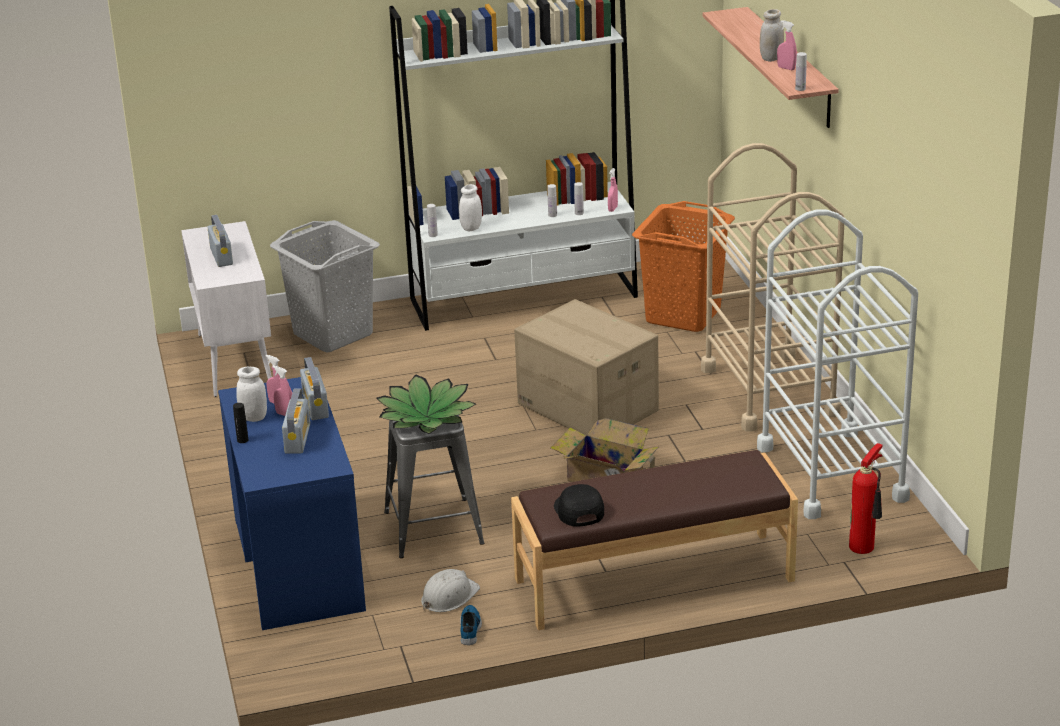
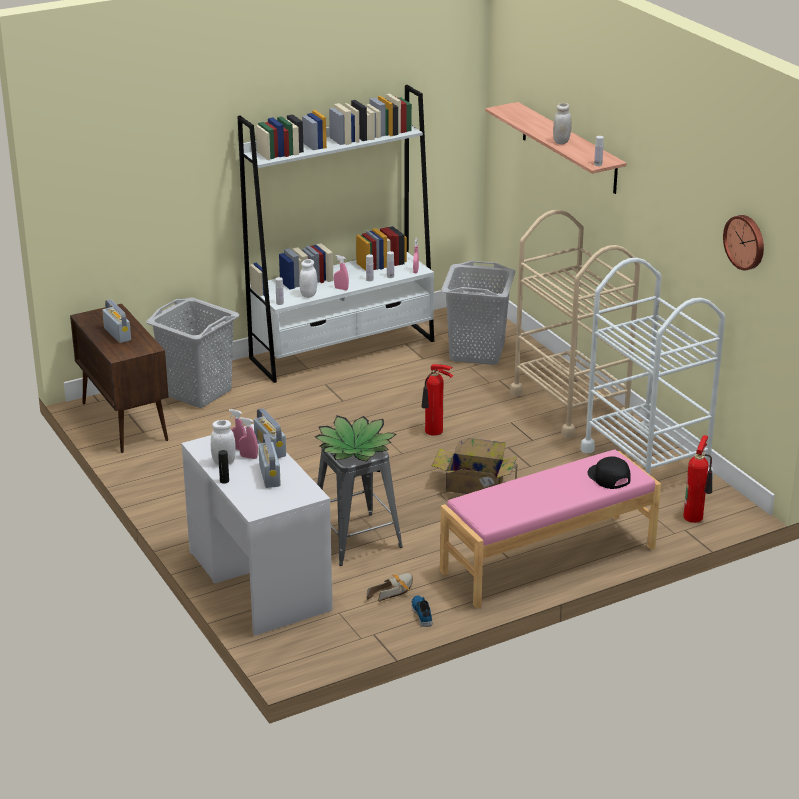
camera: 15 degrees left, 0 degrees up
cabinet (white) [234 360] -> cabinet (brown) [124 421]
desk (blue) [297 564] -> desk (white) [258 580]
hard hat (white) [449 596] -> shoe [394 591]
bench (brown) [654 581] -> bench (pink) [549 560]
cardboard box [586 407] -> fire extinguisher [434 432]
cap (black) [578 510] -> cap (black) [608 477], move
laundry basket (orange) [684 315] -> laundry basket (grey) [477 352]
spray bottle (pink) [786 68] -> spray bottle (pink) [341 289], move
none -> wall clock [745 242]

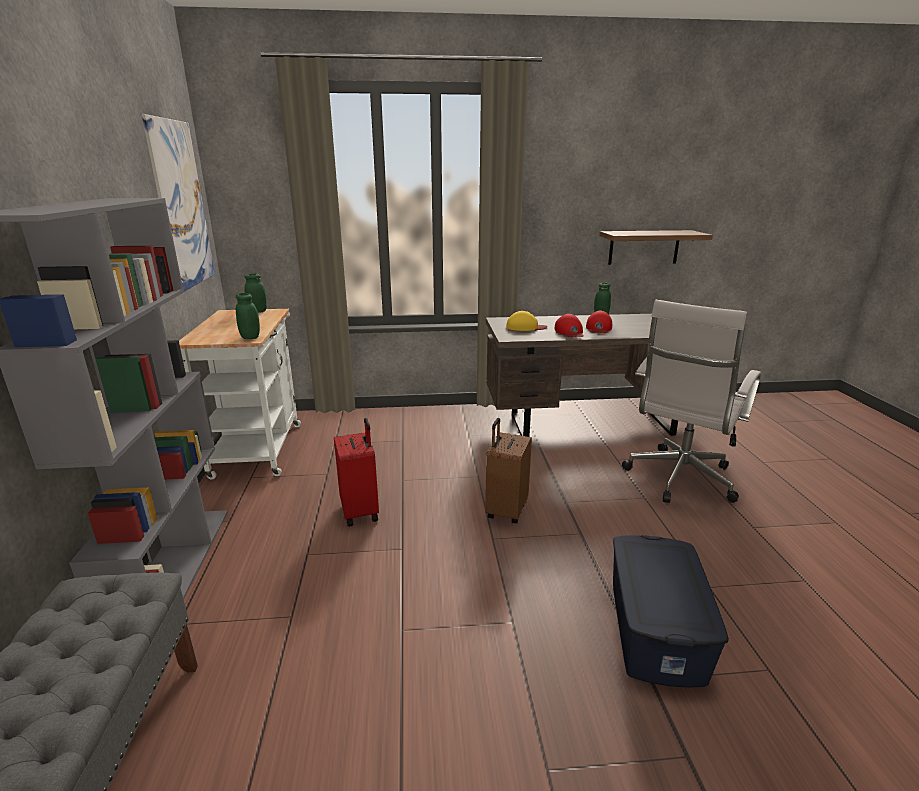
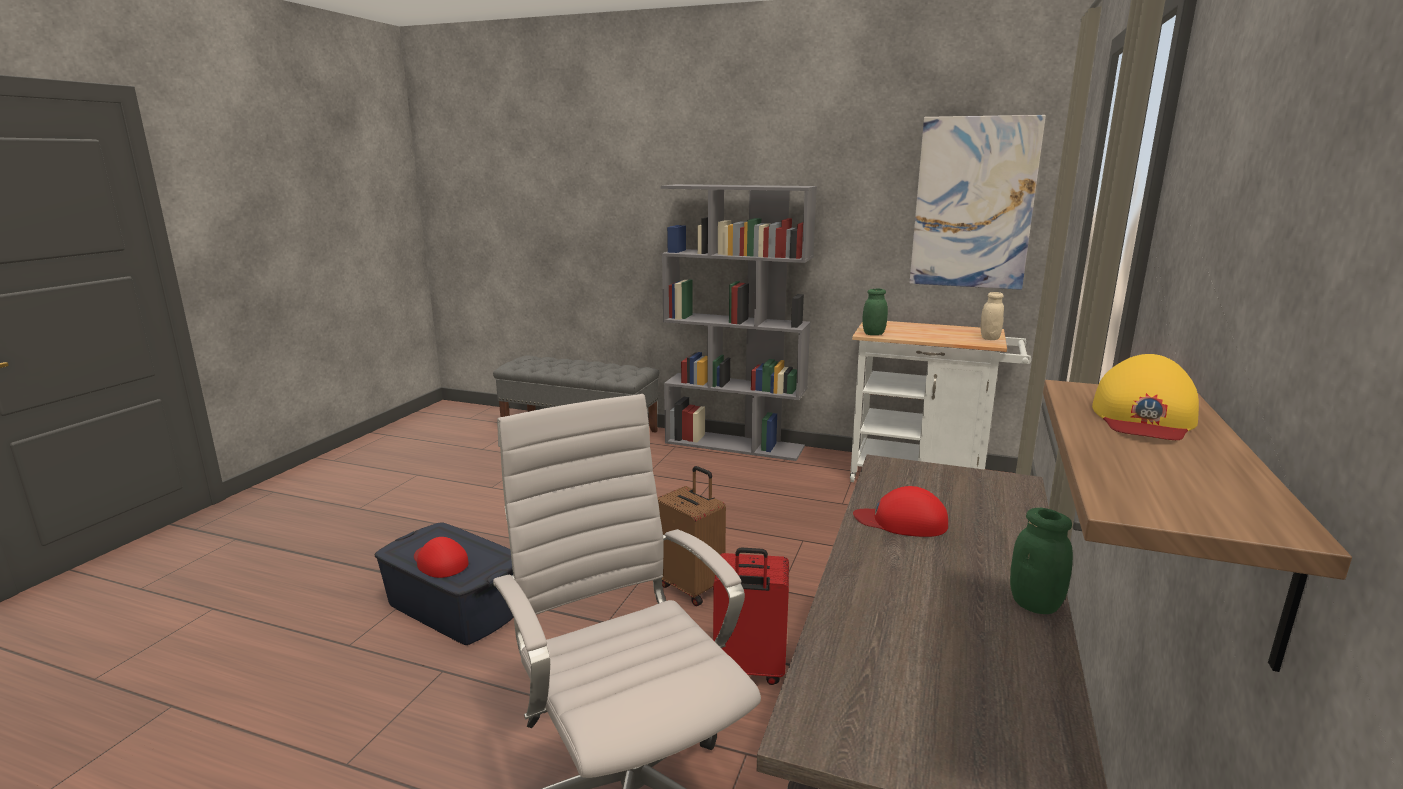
camera: 115 degrees right, 5 degrees down
jar (green) [257 311] -> jar (beige) [989 338]
suitcase (red) [361 511] -> suitcase (red) [748 670], move
cap (yellow) [525 327] -> cap (yellow) [1143 417], move
cap (red) [598 328] -> cap (red) [439 562], move

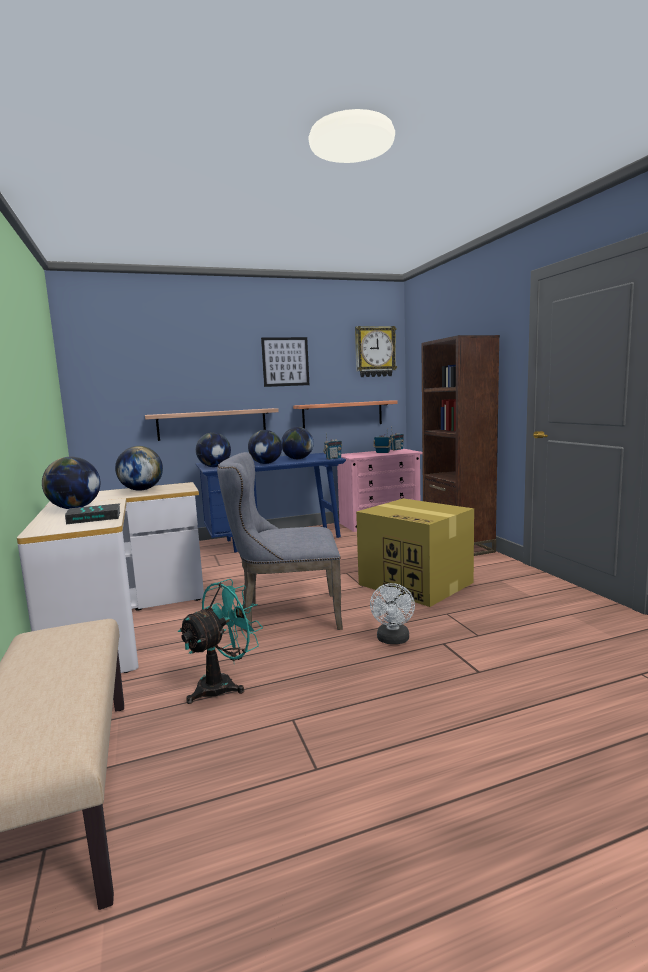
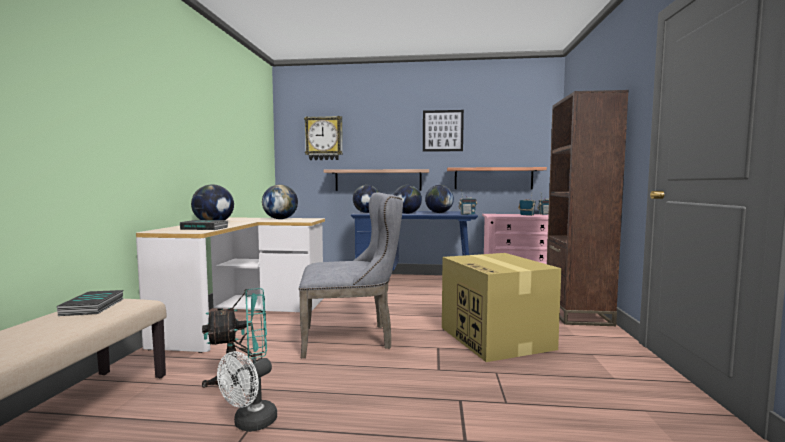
camera: 25 degrees right, 5 degrees down
chair (grey) [285 614] -> chair (grey) [352 338], 150 degrees clockwise
wall clock [375 352] -> wall clock [324 138], move
fan (white) [393 640] -> fan (white) [250 424], move
none -> book [94 307]

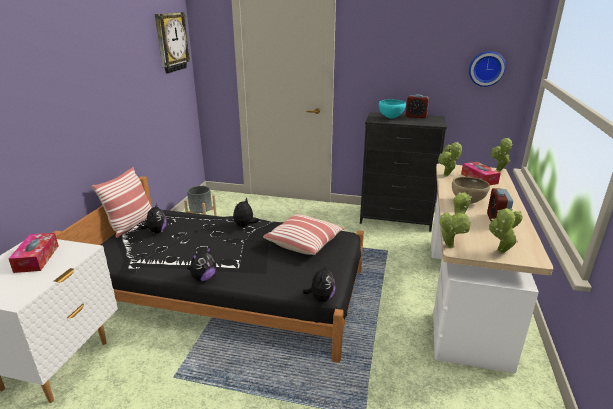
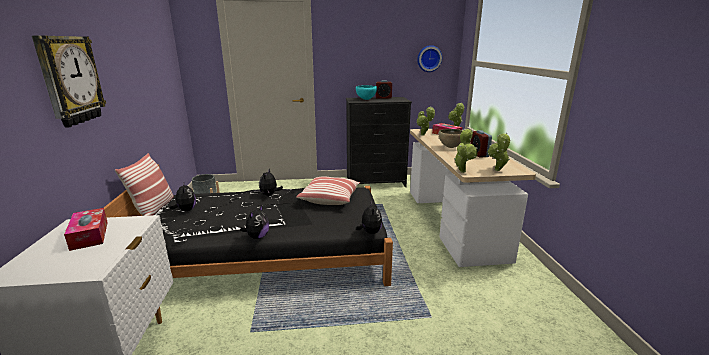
camera: 20 degrees left, 5 degrees down
wall clock [171 42] -> wall clock [70 80], move

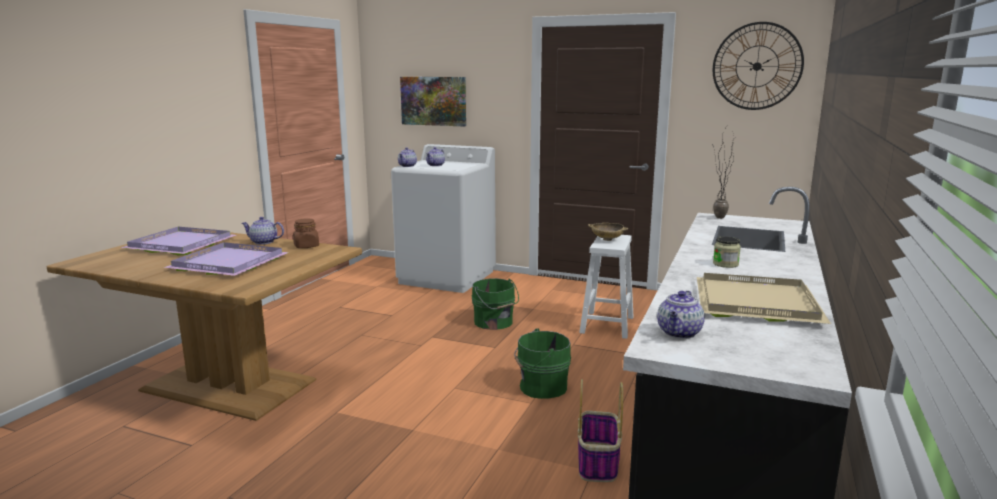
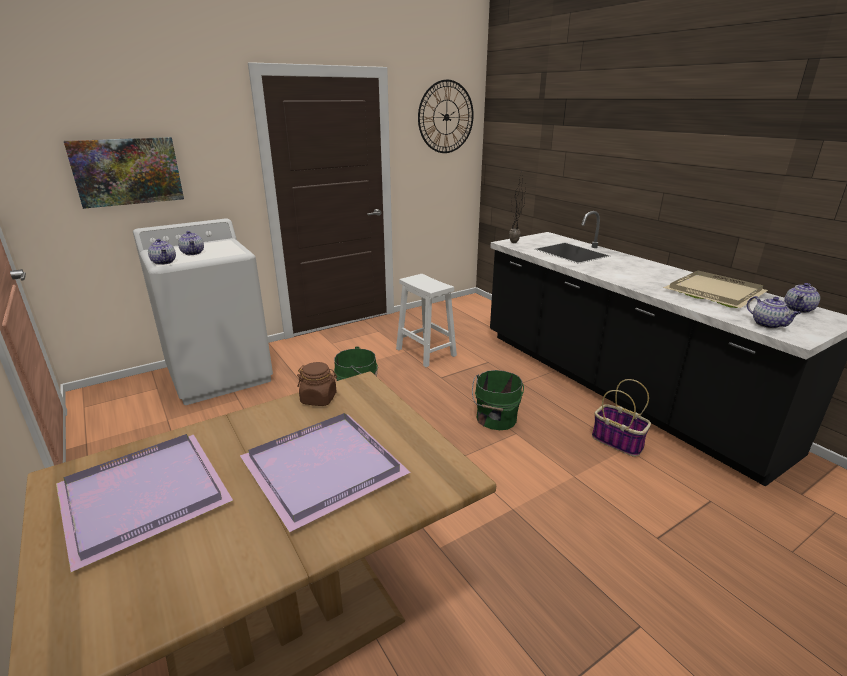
camera: 55 degrees left, 10 degrees up
teapot [263 242] -> teapot [799 309], move
bowl (beige) [607 239] -> none
jar [725 264] -> none

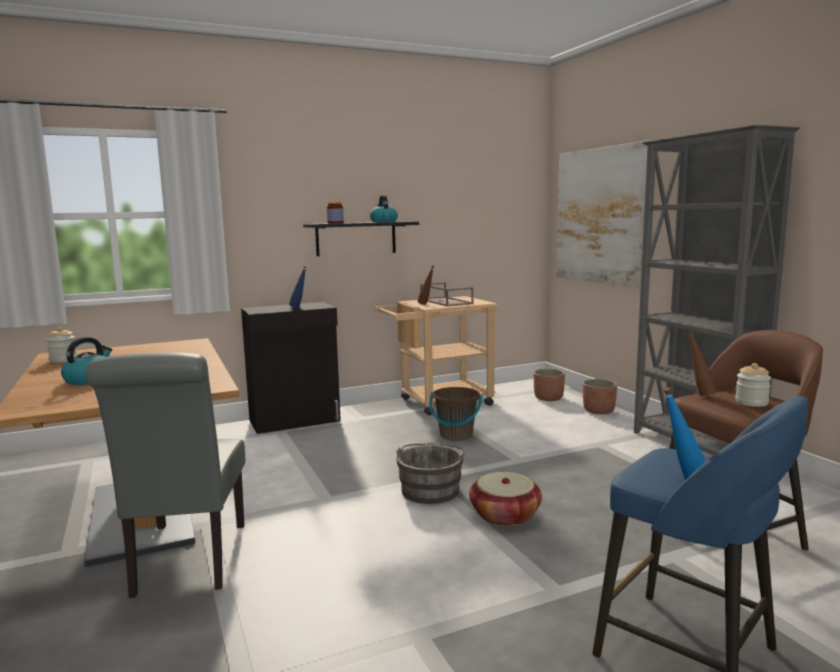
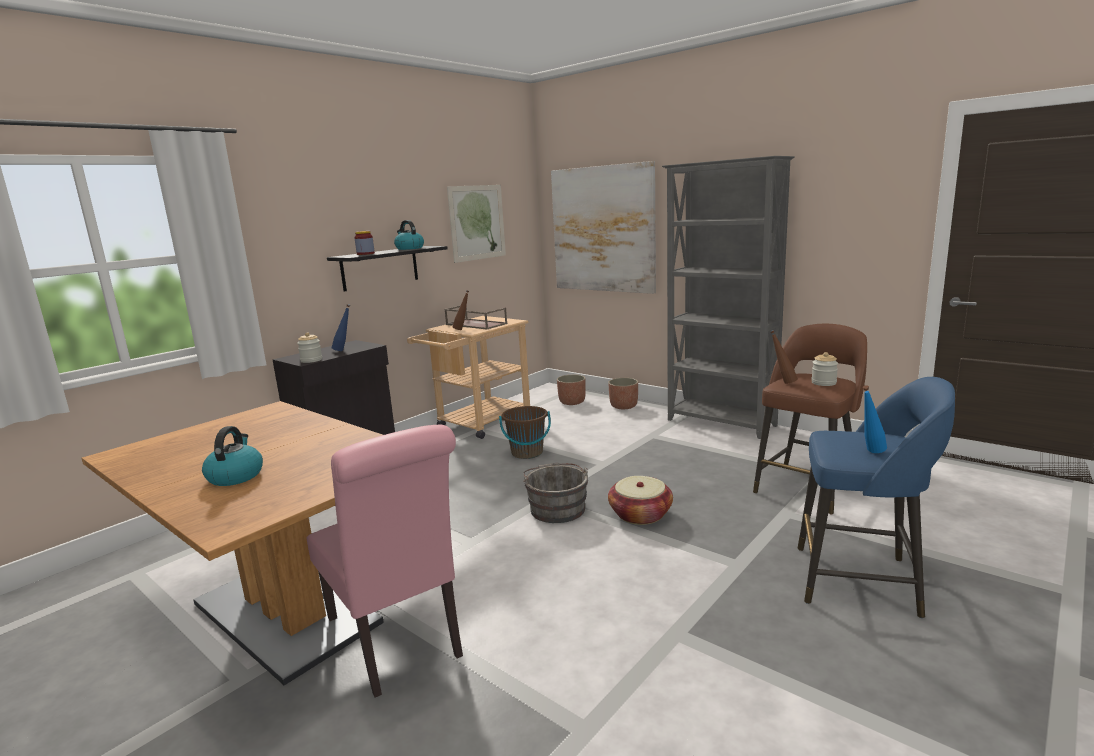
camera: 25 degrees left, 5 degrees up
jar [63 360] -> jar [311 360], move
chair (grey) [187 563] -> chair (pink) [398 643]
none -> picture [477 222]

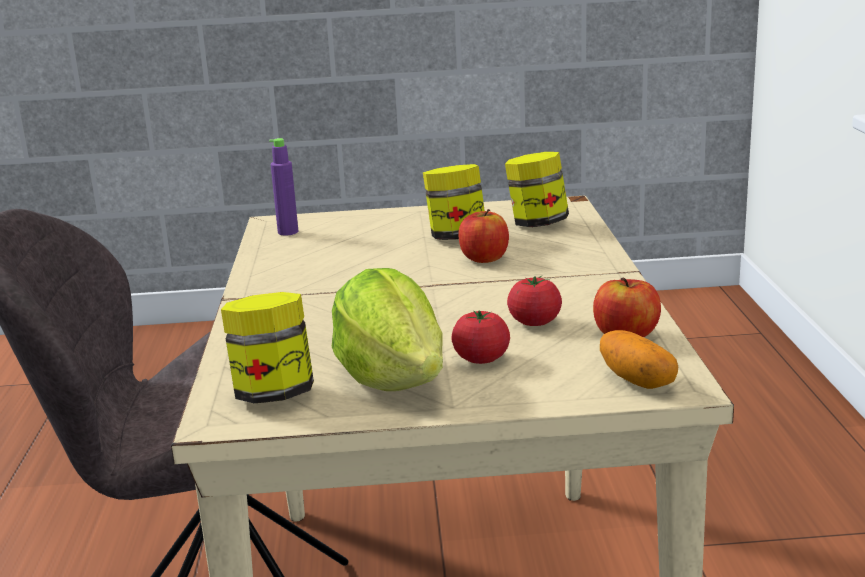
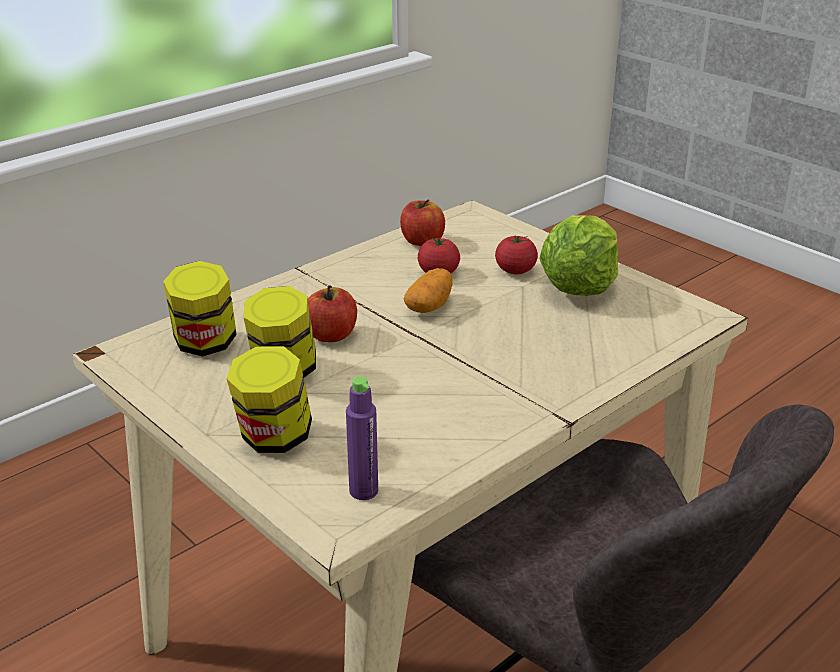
camera: 130 degrees left, 10 degrees up
jar [273 394] -> jar [274 438], move
potato [638 380] -> potato [429 306], move

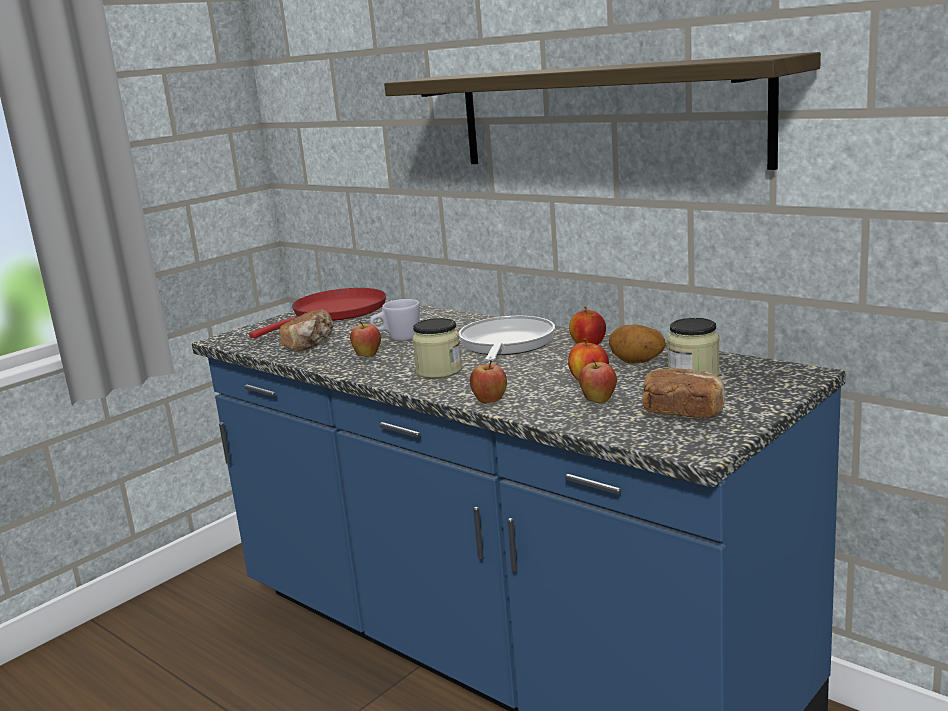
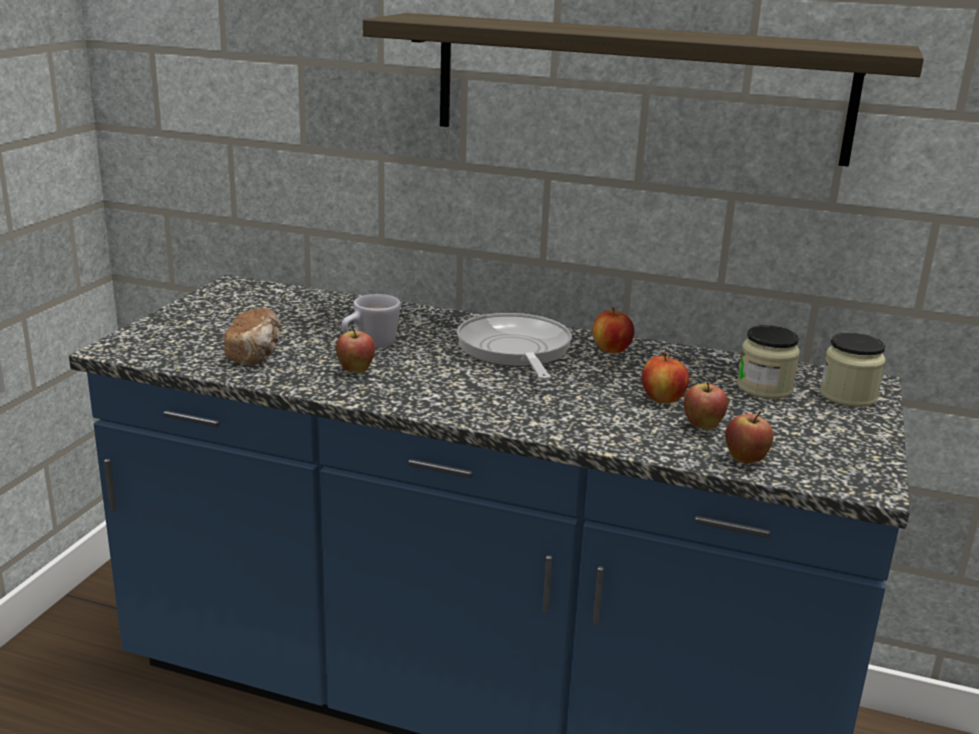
camera: 25 degrees left, 5 degrees up
frying pan (red) [335 313] -> none
jar [439 371] -> jar [848 396], move
apple [490 402] -> apple [745 461], move
potato [636 362] -> none
bread [683 412] -> none

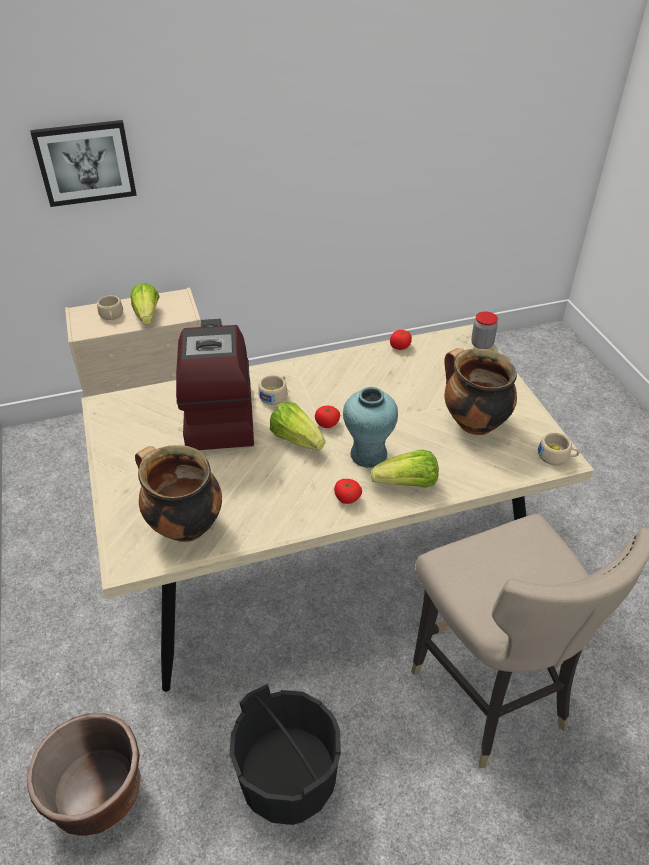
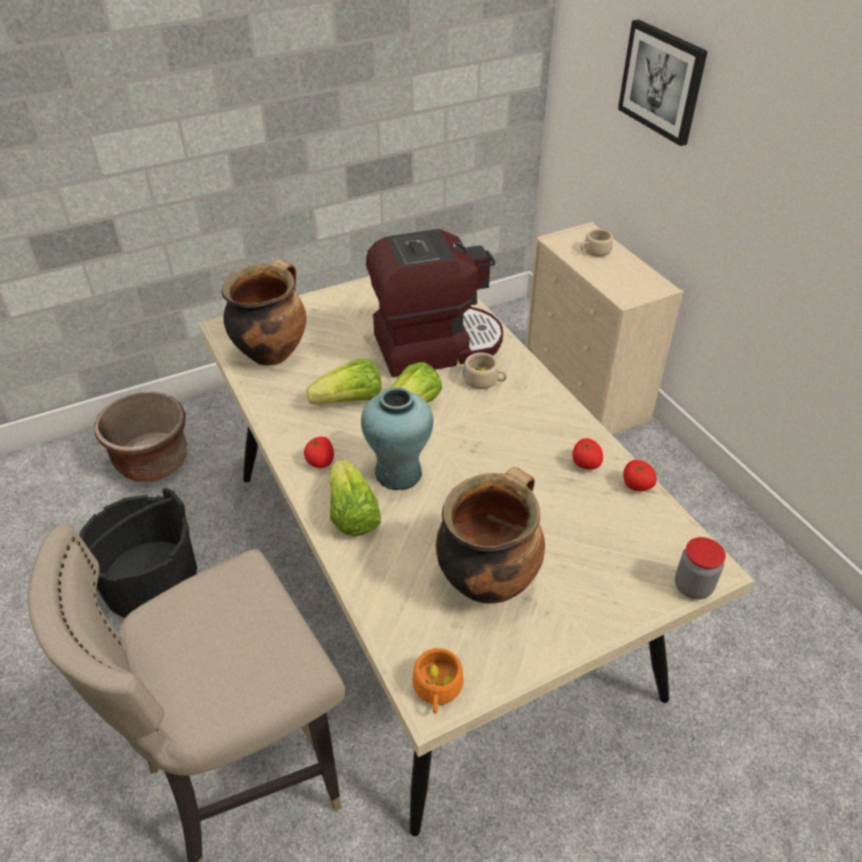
camera: 80 degrees right, 0 degrees up
lettuce [147 315] -> lettuce [350 401], move
tomato [327 424] -> tomato [585 463], move
cup (beige) [556 457] -> cup (orange) [437 690]

